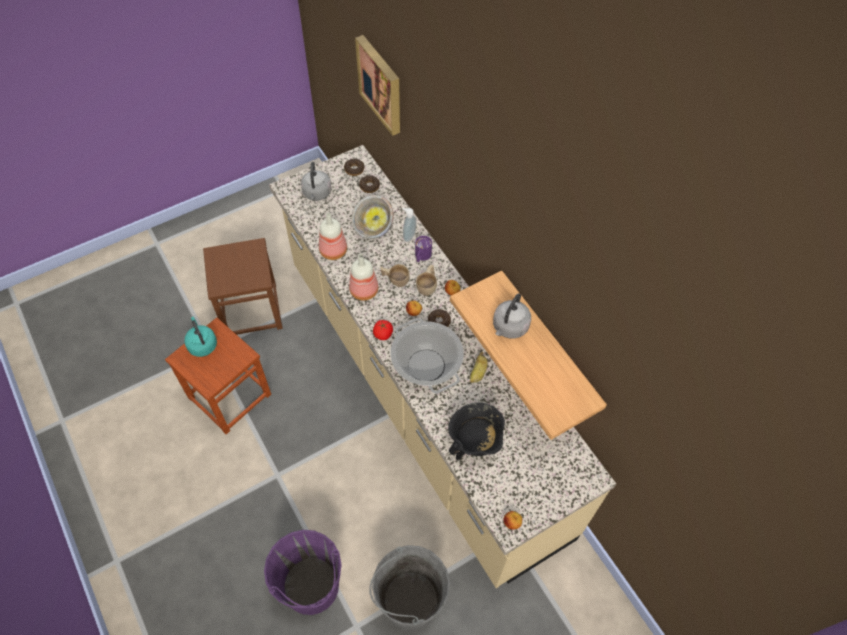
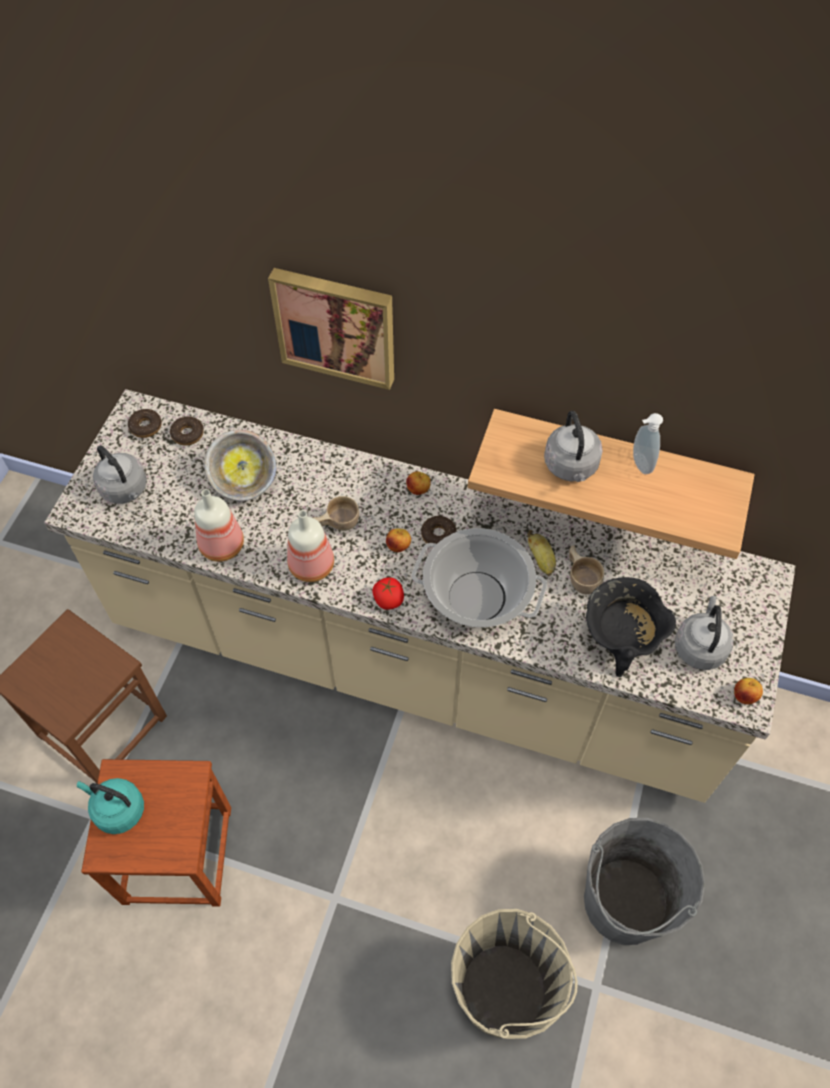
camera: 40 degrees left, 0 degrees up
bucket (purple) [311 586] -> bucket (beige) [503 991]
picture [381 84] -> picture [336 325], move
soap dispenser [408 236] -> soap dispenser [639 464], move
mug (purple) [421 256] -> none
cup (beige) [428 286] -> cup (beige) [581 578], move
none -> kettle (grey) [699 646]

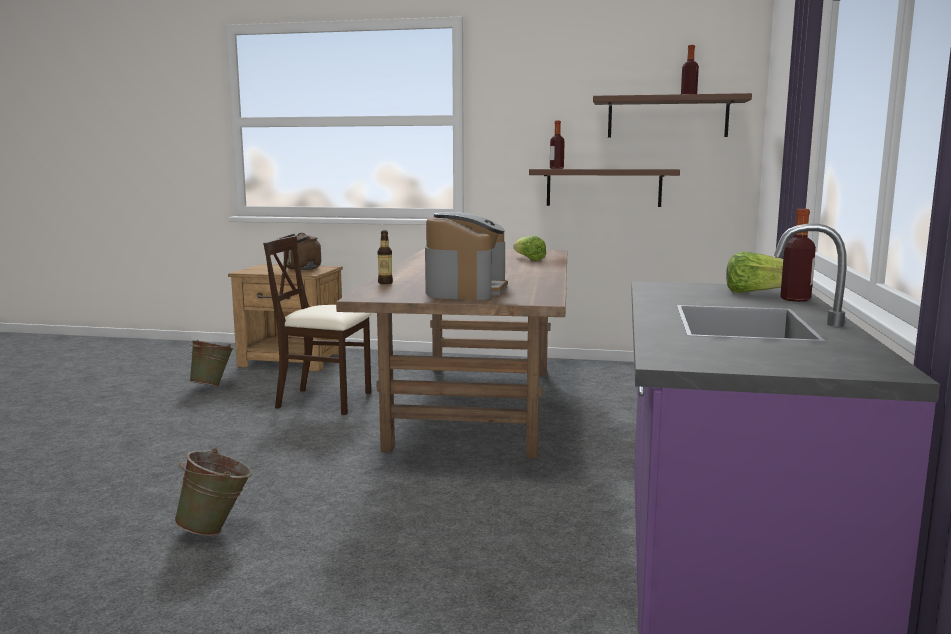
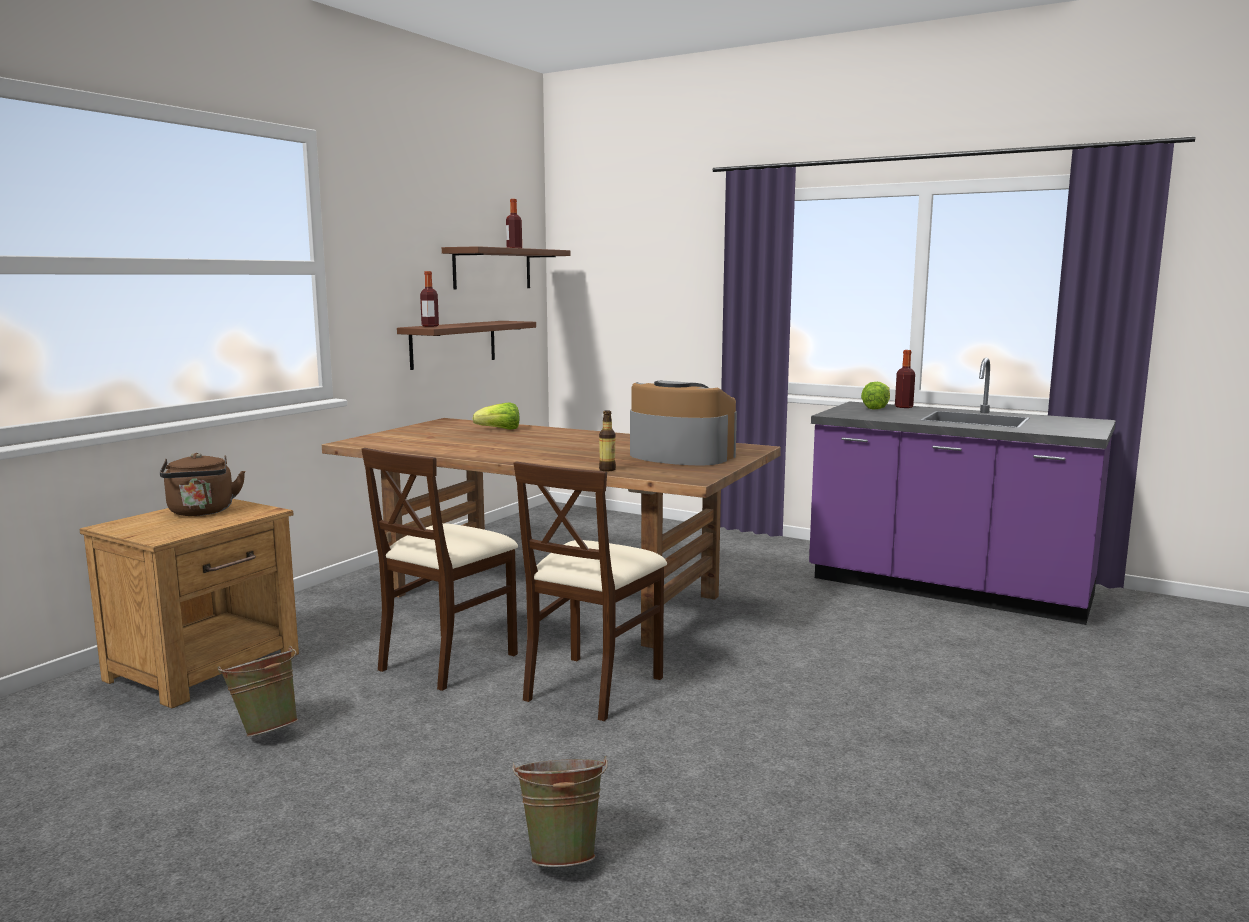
camera: 70 degrees left, 0 degrees up
bucket (green) [217 529] -> bucket (green) [562 854], move
none -> chair (beige) [592 686]

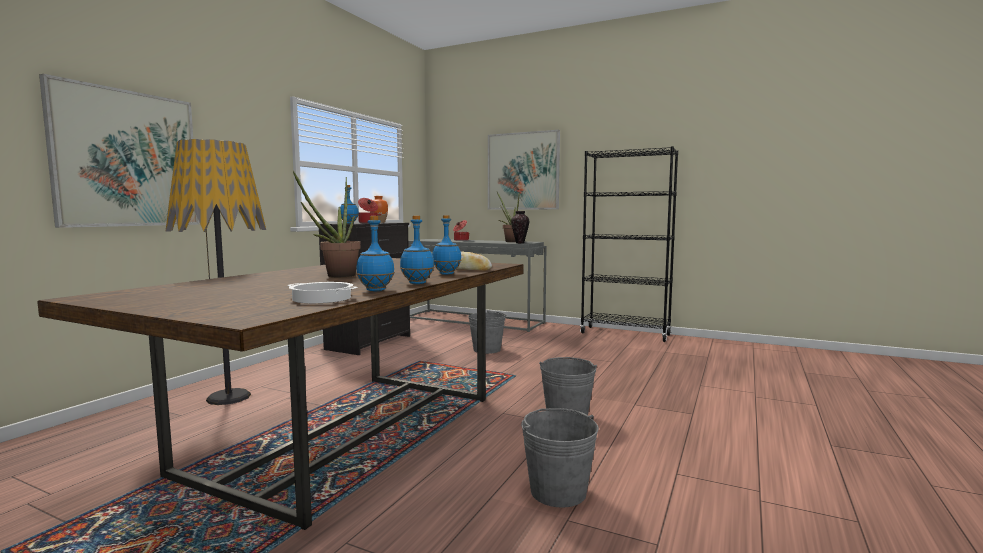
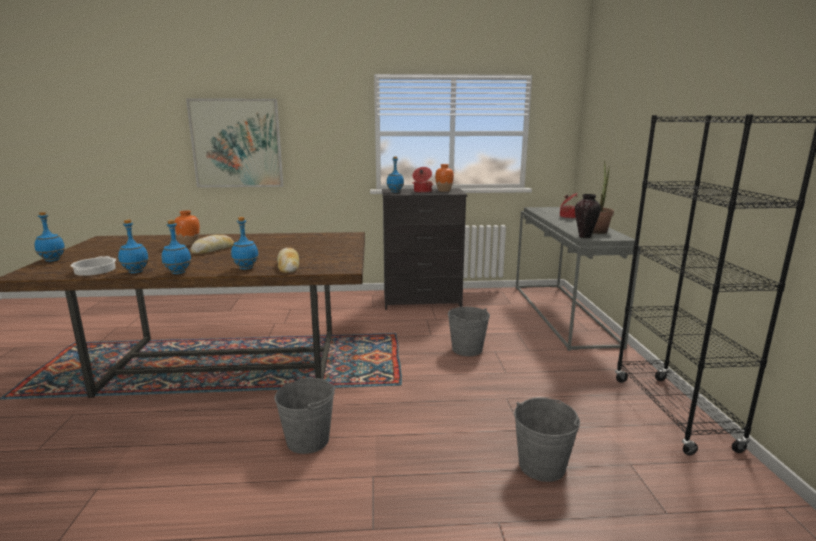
camera: 60 degrees right, 10 degrees up
floor lamp [228 397] -> none
potted plant [336 276] -> bread [213 250]
picture [523 171] -> none
bucket (grey) [558 491] -> bucket (grey) [542 466], move
none -> bottle (blue) [53 260]
none -> vase (orange) [189 244]

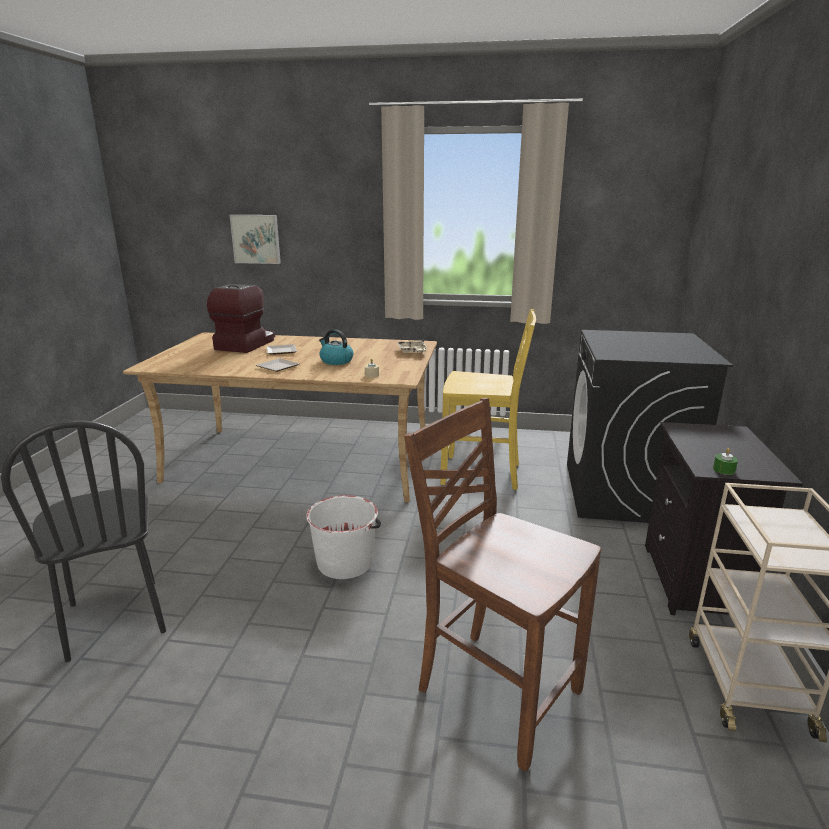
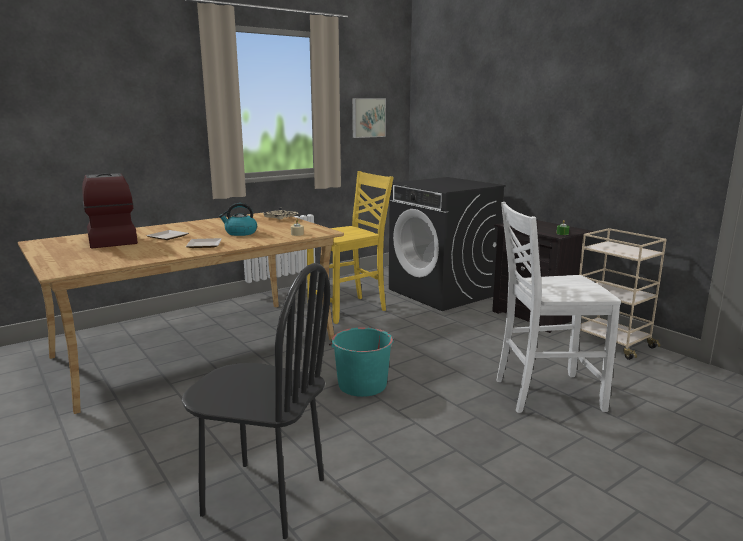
camera: 45 degrees left, 5 degrees down
picture [256 239] -> picture [368 117], move
bucket (white) [345 562] -> bucket (turquoise) [362 385]
chair (brown) [496 690] -> chair (white) [545 393]

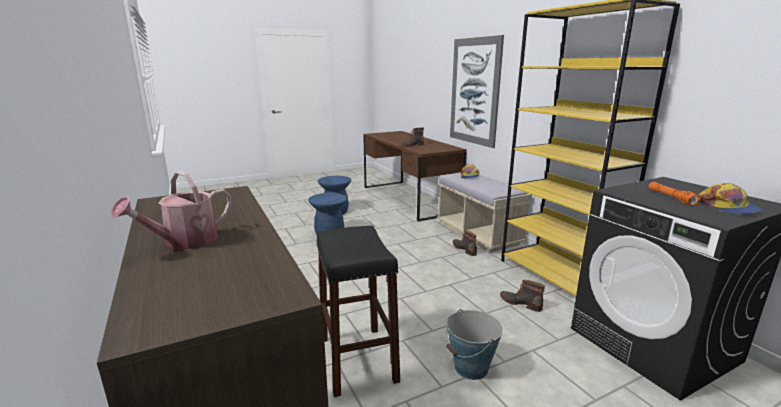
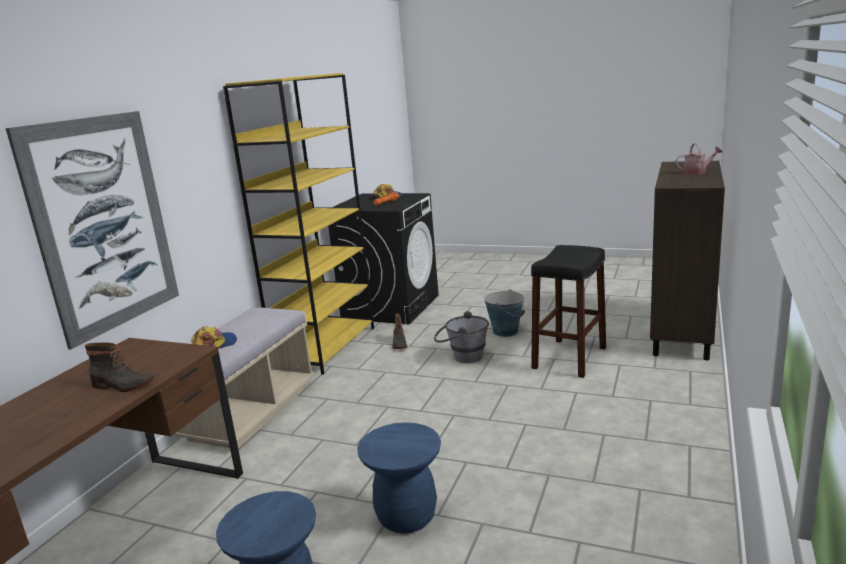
camera: 130 degrees left, 0 degrees up
boot [465 249] -> none
none -> bucket (grey) [462 356]

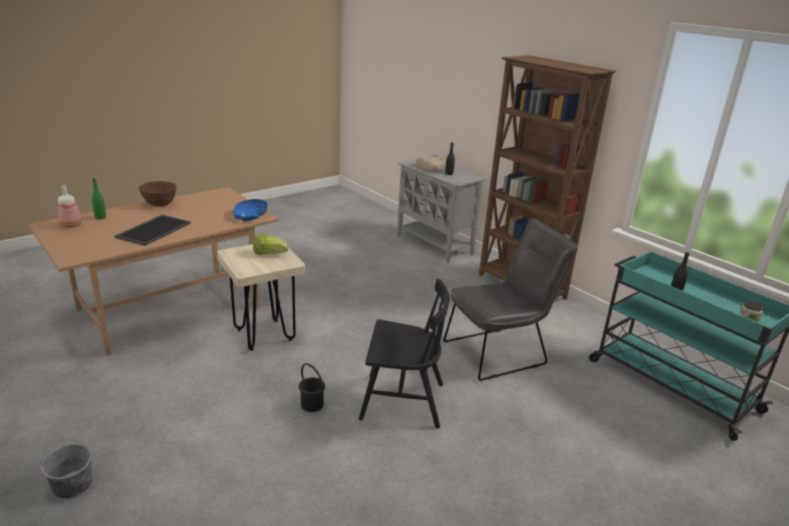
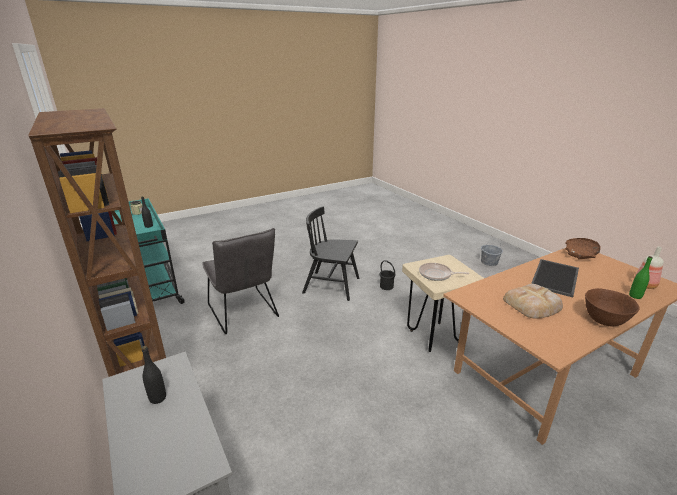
camera: 170 degrees left, 0 degrees up
bowl (blue) [250 216] -> none
lettuce [269 254] -> frying pan [437 274]
bread [432 167] -> bread [533 305], move
chair (grey) [500 351] -> chair (grey) [244 313], 105 degrees counterclockwise
none -> bowl (brown) [580 254]

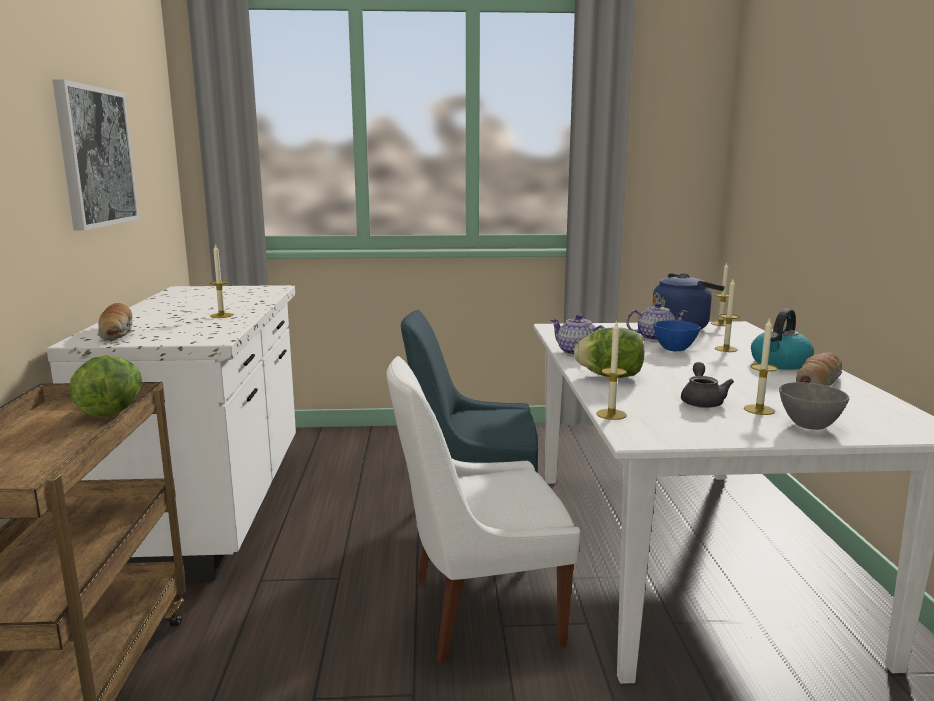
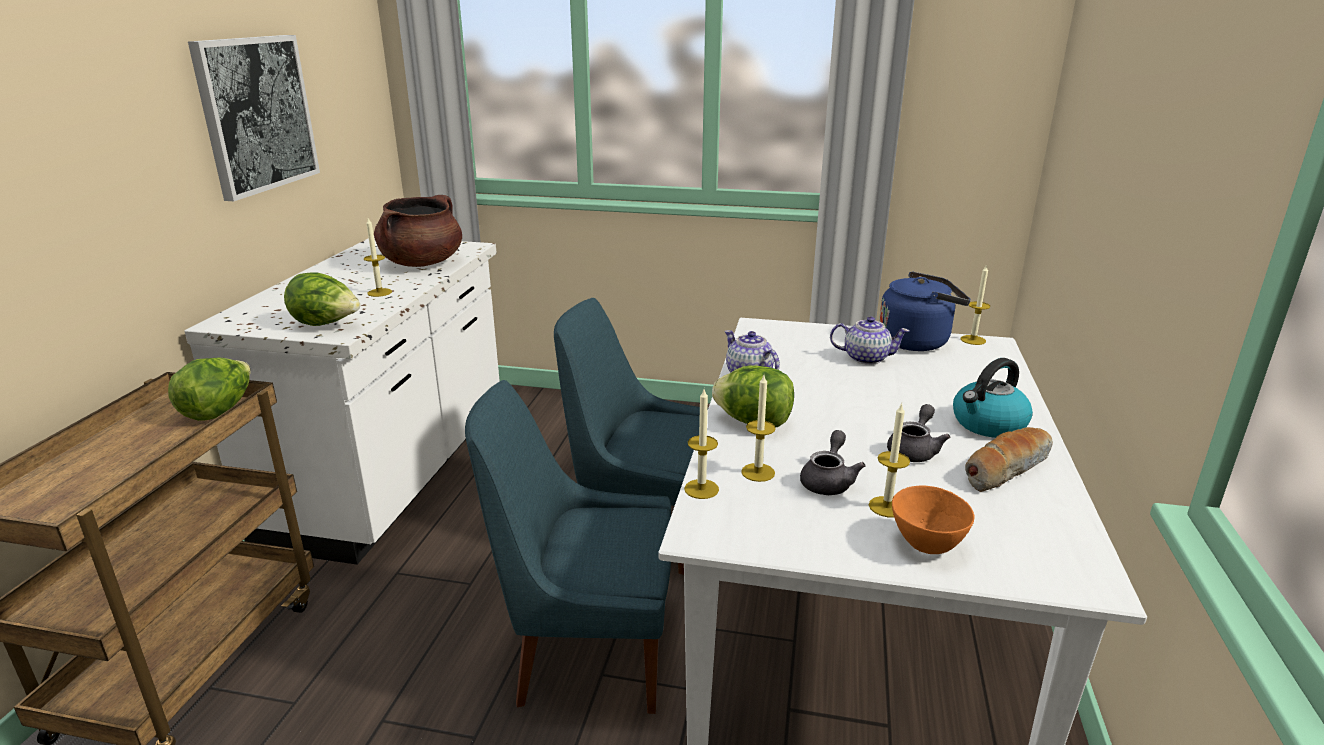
camera: 15 degrees right, 10 degrees up
bread [118 332] -> none
chair (white) [478 612] -> chair (blue) [587 652]
bowl (blue) [675 350] -> none
candle [726 349] -> candle [758 472], move
bowl (grey) [808 425] -> bowl (orange) [925 544]
none -> lettuce [327 324]
none -> cooking pot (brown) [422 263]
none -> teapot (grey) [914 450]

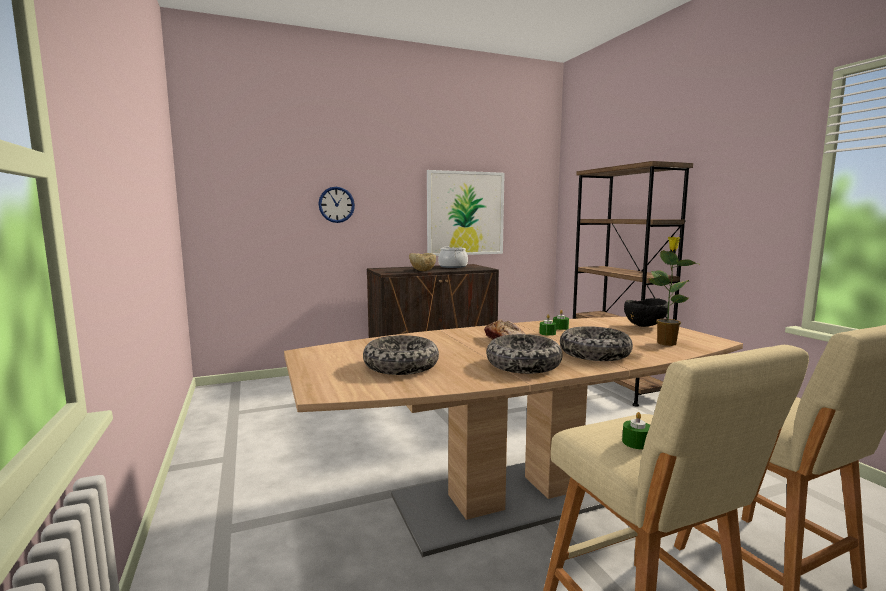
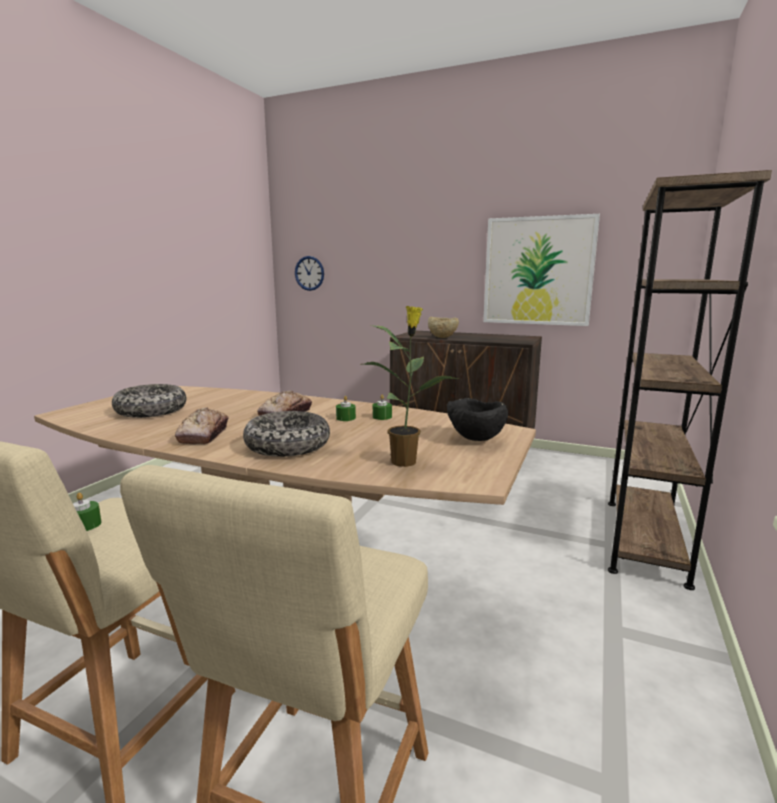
camera: 45 degrees right, 5 degrees up
wall clock [336 204] -> wall clock [309 273], move
cooking pot [452 266] -> none
bowl [523 365] -> bread [204 435]

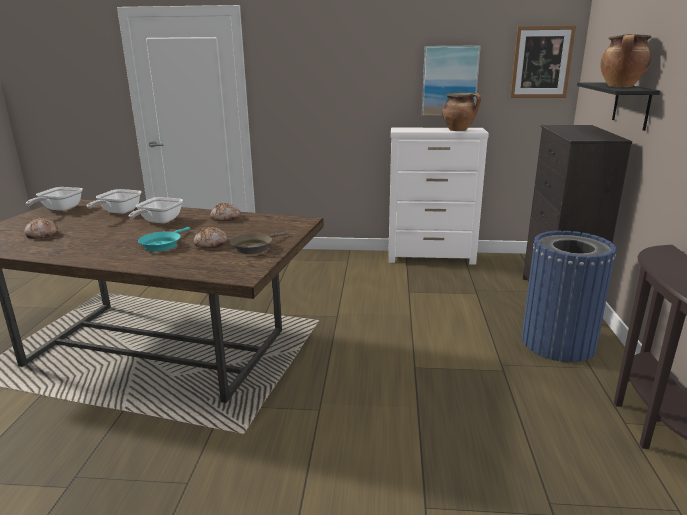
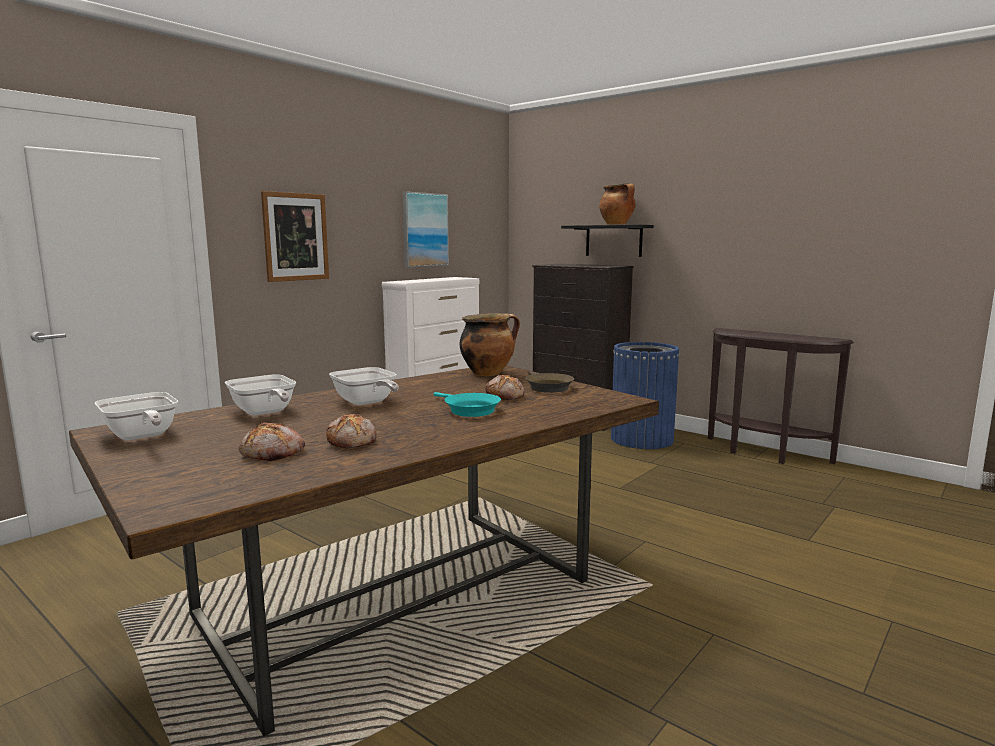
camera: 55 degrees left, 10 degrees down
bread [226 218] -> bread [352 441], move
cooking pot [459 130] -> cooking pot [488 373], move
picture [541 62] -> picture [295 237], move

